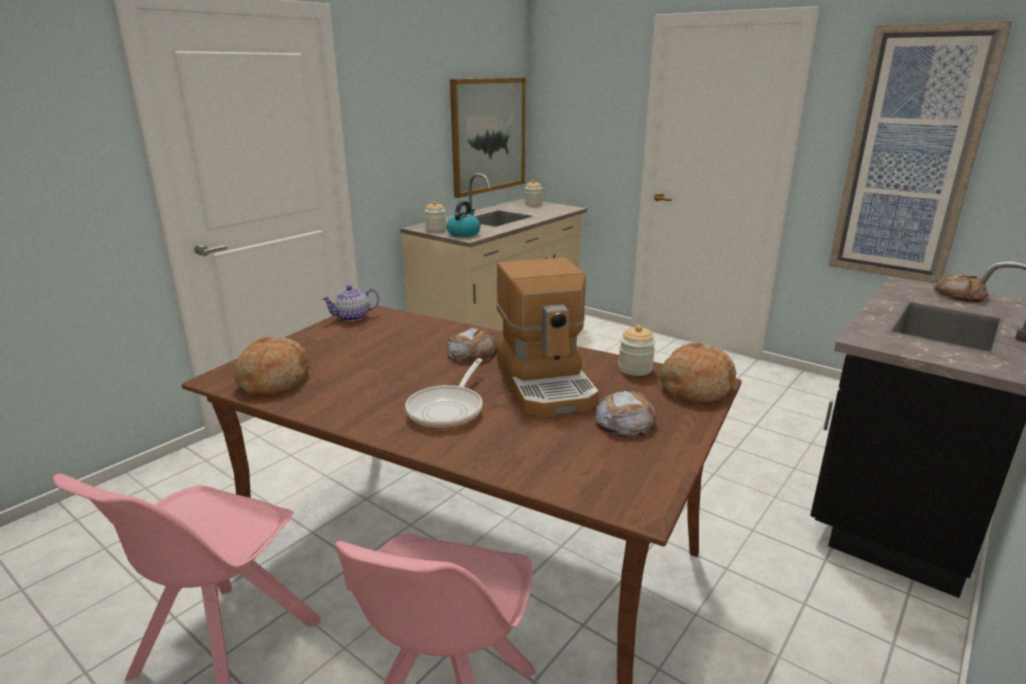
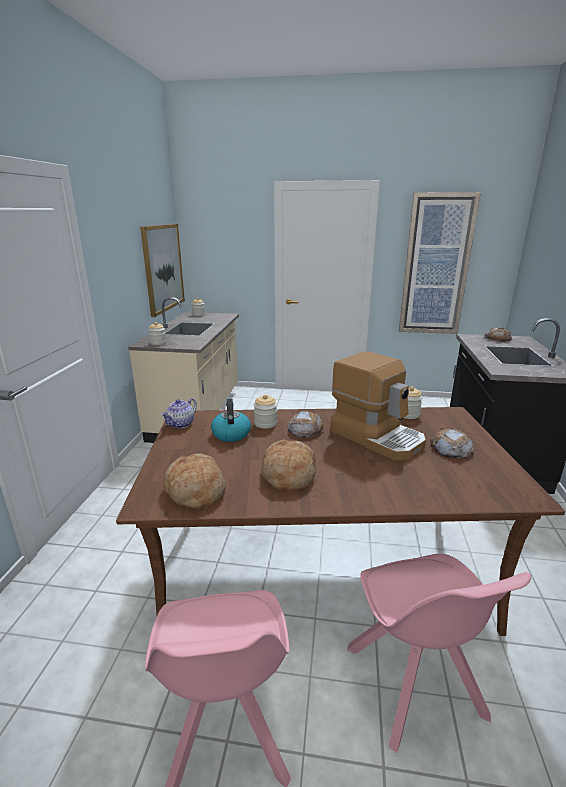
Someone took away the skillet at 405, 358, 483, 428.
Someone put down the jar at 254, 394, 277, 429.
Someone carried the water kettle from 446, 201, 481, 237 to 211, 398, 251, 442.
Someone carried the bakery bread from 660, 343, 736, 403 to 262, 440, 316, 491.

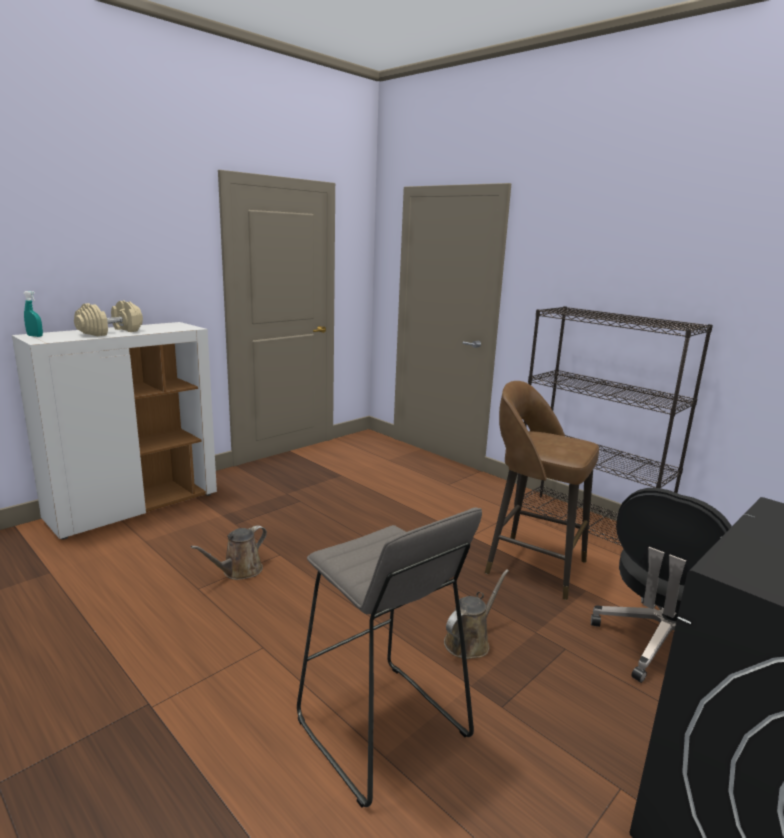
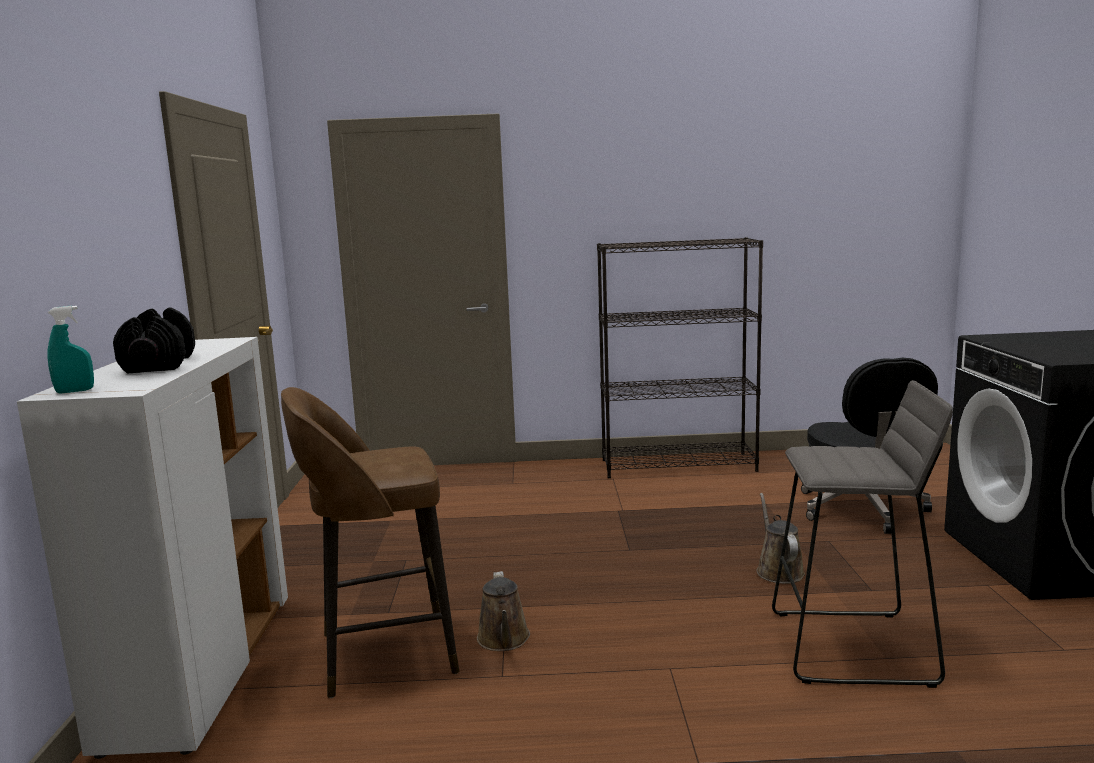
Someone carried the brown-coloured stool seat from 485, 381, 599, 600 to 281, 387, 459, 698.
Someone repainted the sand-coloured hand weight at 74, 301, 143, 336, which became the blackish hand weight at 113, 308, 195, 374.

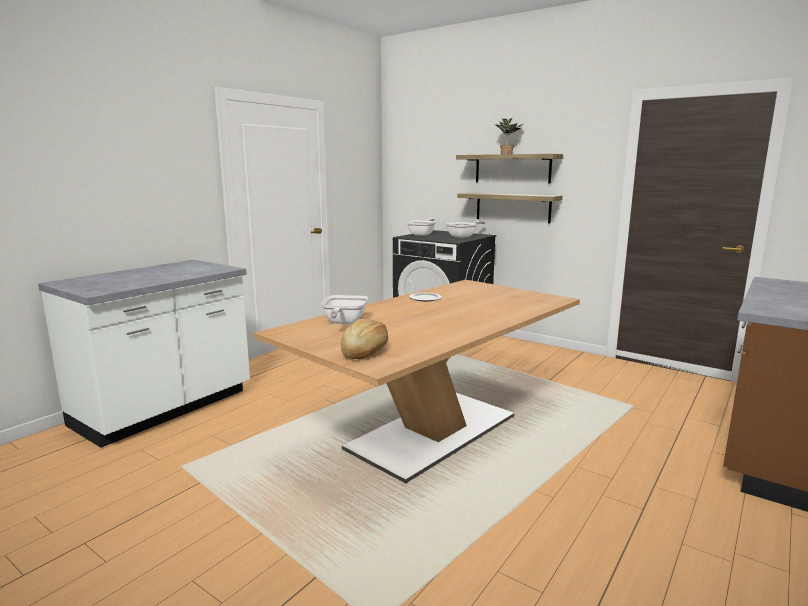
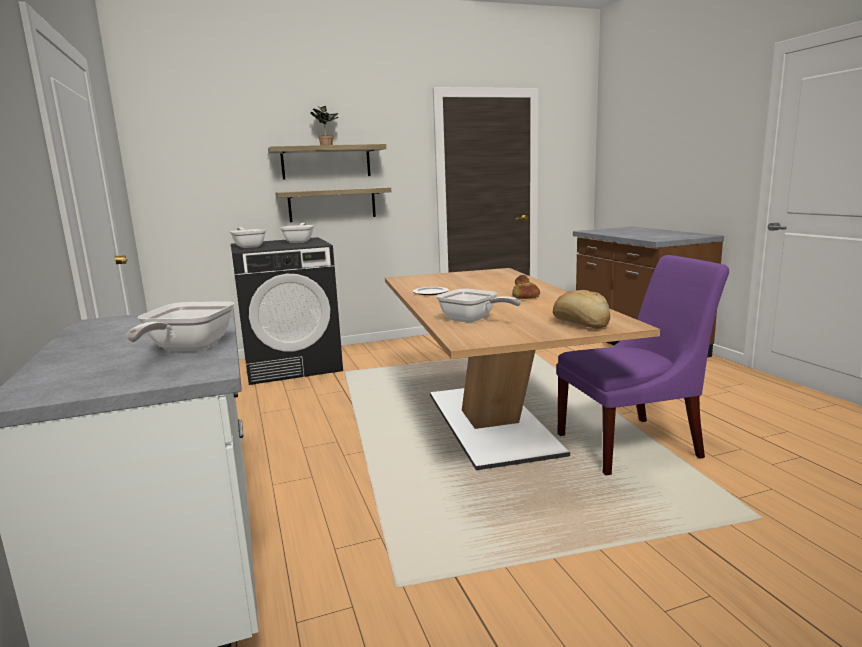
Someone put down the skillet at 126, 301, 234, 351.
Someone put down the bakery bread at 512, 275, 540, 299.
Someone put down the purple-coloured upright chair at 556, 255, 729, 476.

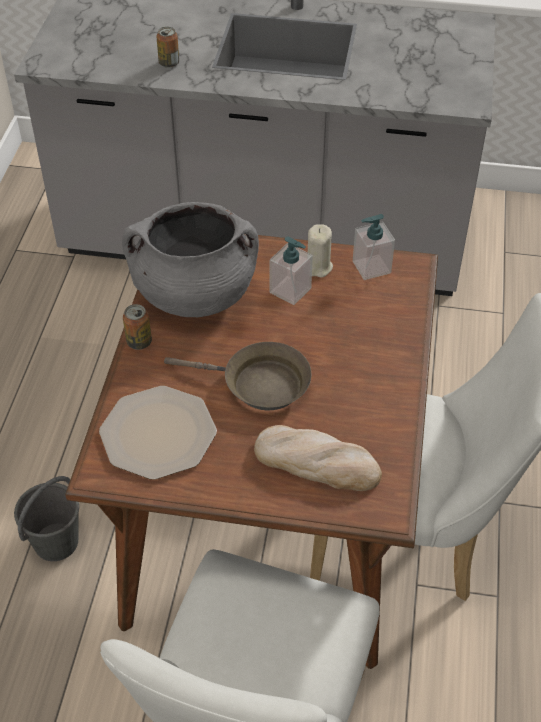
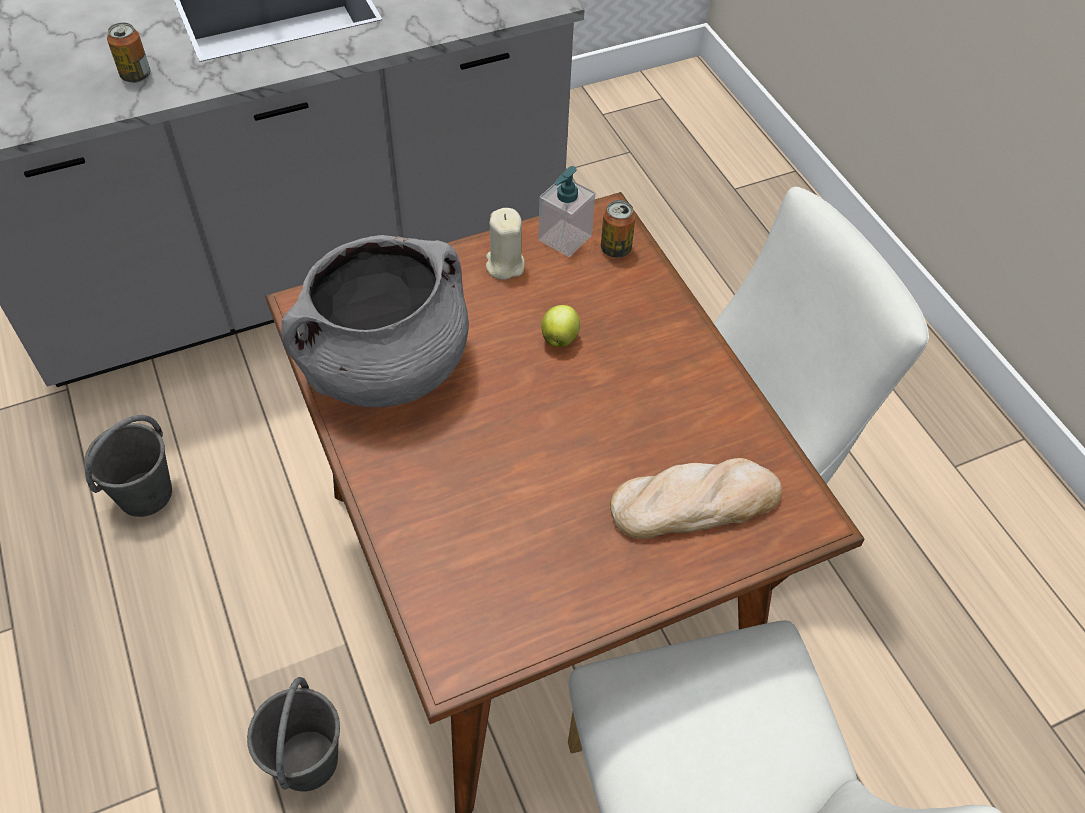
Someone took away the plate at 99, 386, 217, 480.
Someone took away the brown-coloured skillet at 164, 342, 312, 410.
Someone took away the soap bottle at 270, 236, 313, 305.
Someone put down the greyish bucket at 84, 415, 172, 517.
Someone put down the apple at 541, 305, 580, 347.
Someone carried the sealed can from 123, 304, 152, 350 to 601, 200, 636, 258.

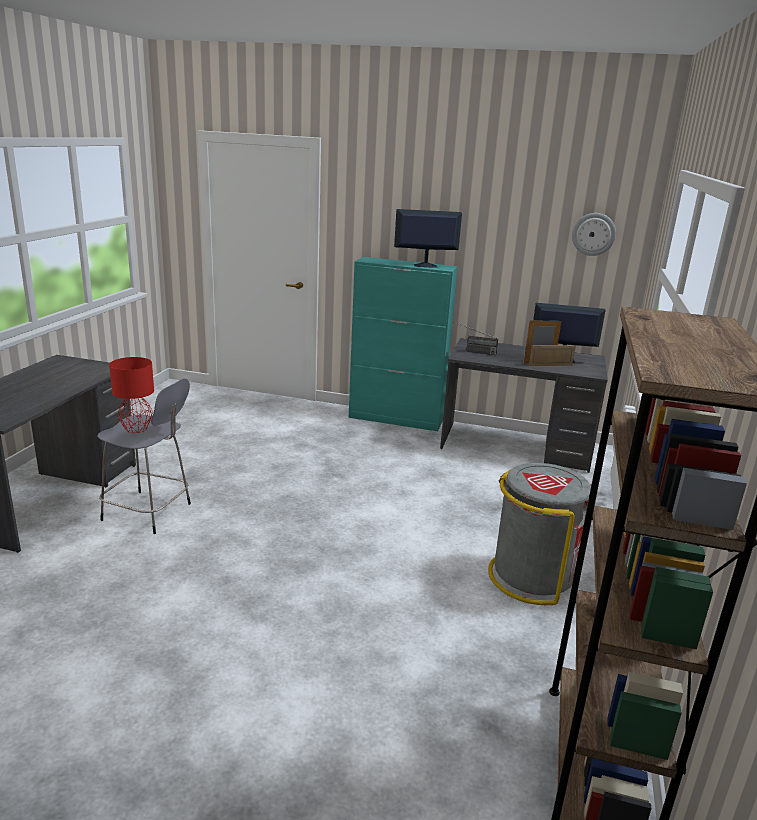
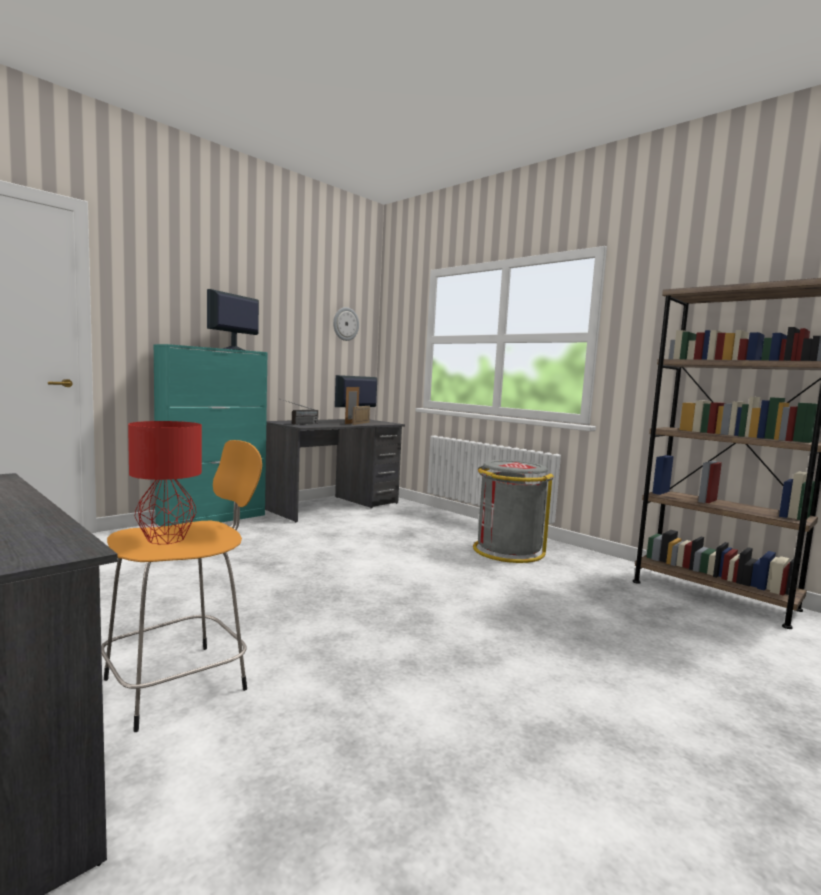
Someone repainted the greyish stool seat at 97, 378, 191, 534, which became the orange-coloured stool seat at 101, 440, 262, 732.

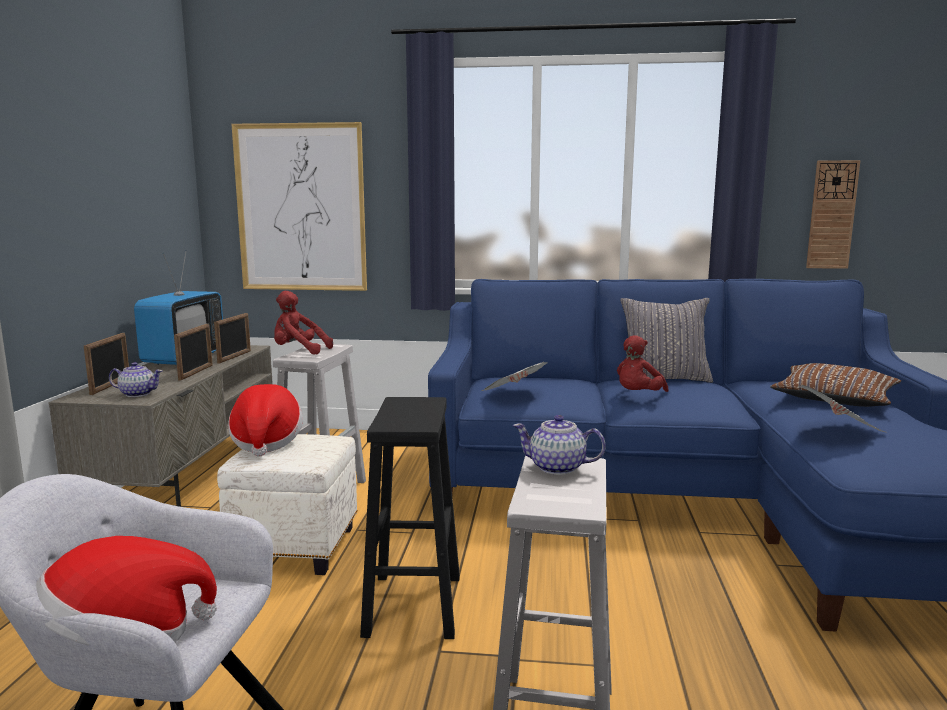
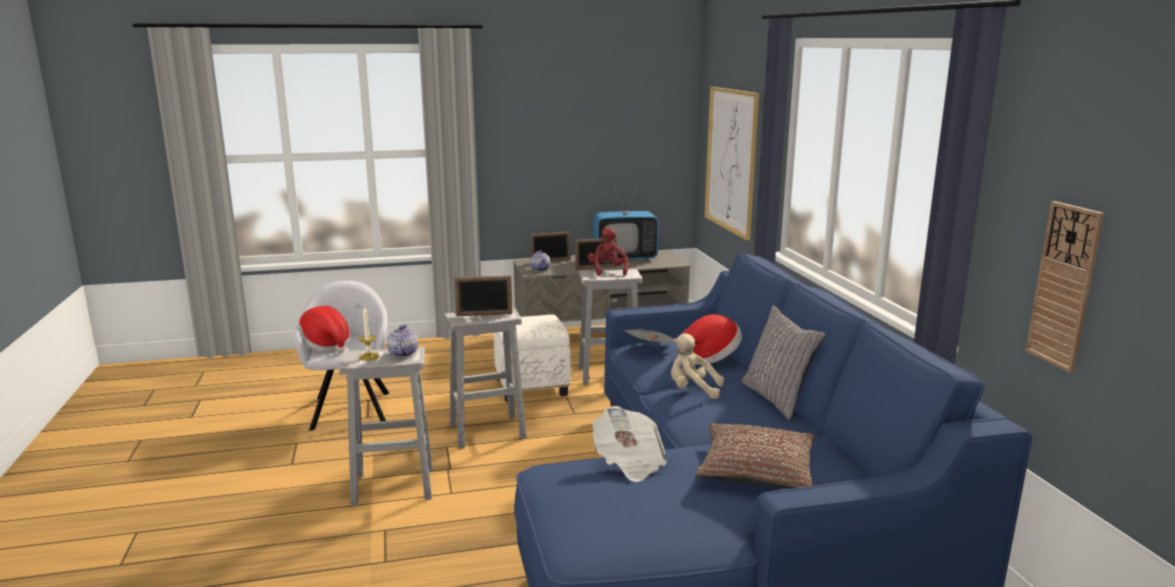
Someone put down the wax candle at 359, 306, 379, 361.
Someone carried the photo frame from 214, 313, 251, 364 to 455, 276, 512, 316.
Someone carried the hat from 228, 384, 303, 456 to 678, 314, 742, 365.
Someone repainted the blackish stool seat at 360, 397, 460, 639, which became the white-coloured stool seat at 445, 307, 527, 449.
Someone repainted the red plush toy at 617, 335, 669, 392, which became the sand-coloured plush toy at 671, 333, 724, 399.

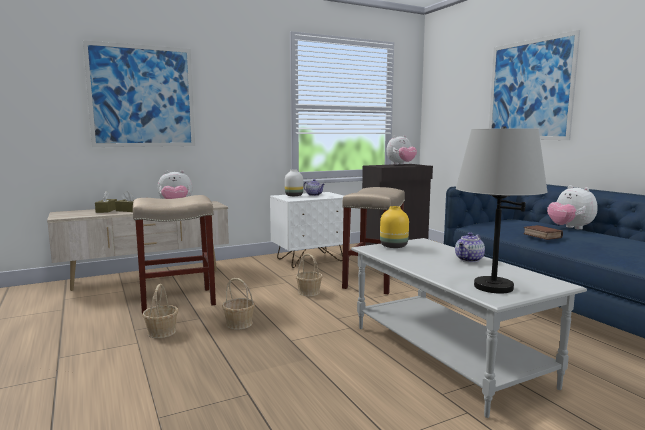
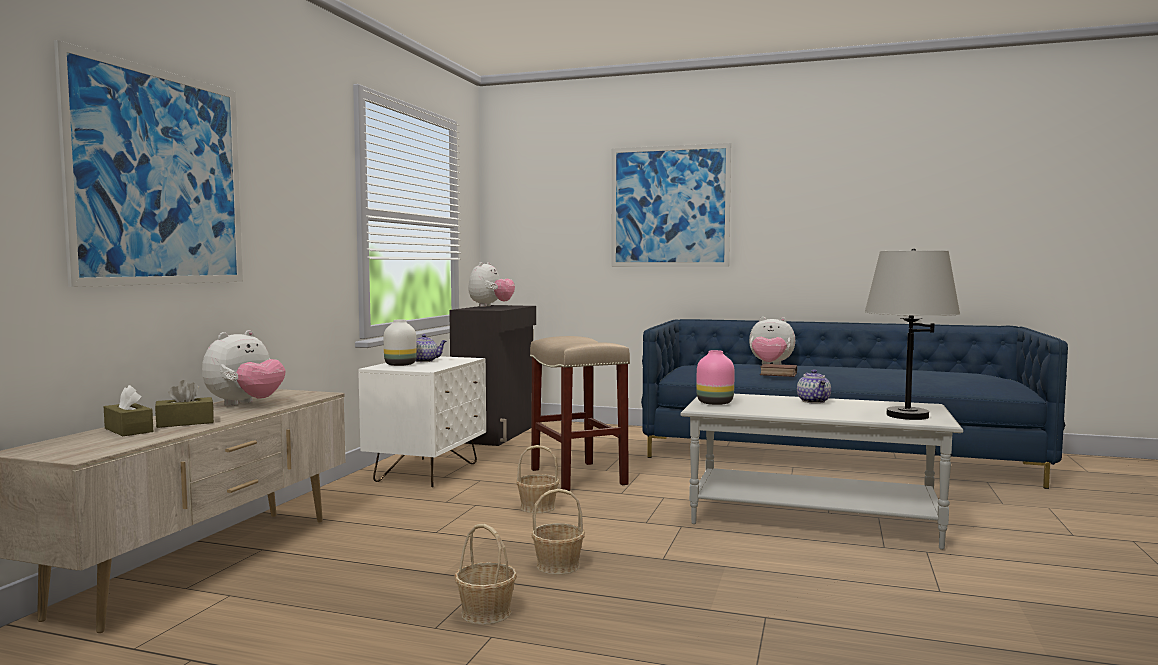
Someone took away the sand-coloured stool seat at 133, 195, 216, 315.
Someone repainted the yellow-coloured flower vase at 380, 206, 409, 248, which became the pinkish flower vase at 696, 350, 735, 405.

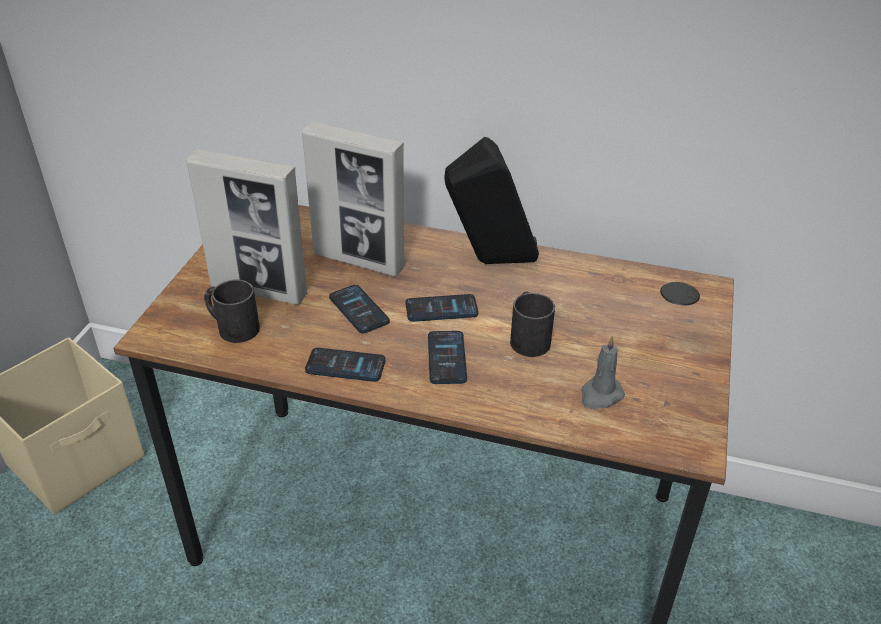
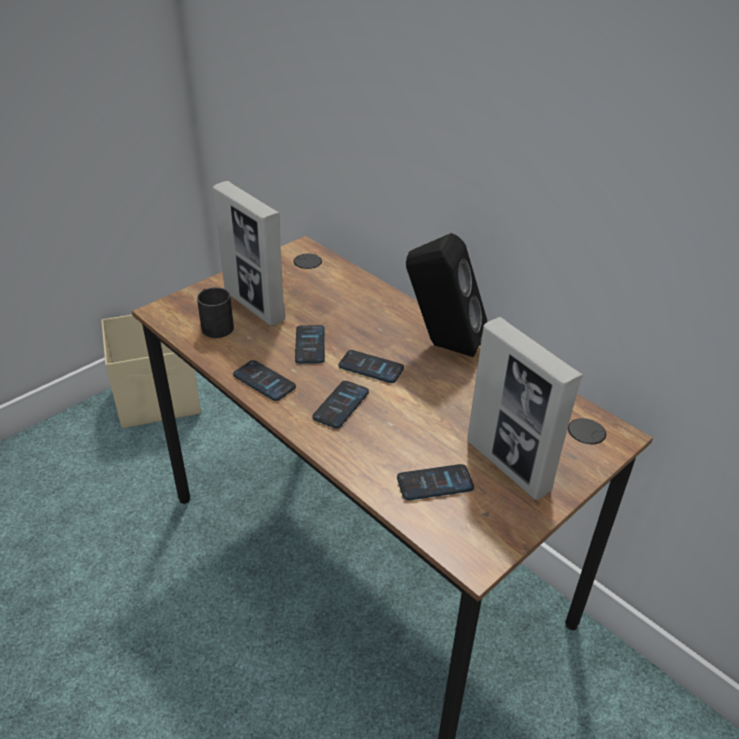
Someone took away the blackish coffee mug at 510, 291, 555, 357.
Someone carried the photo frame from 302, 121, 405, 277 to 467, 317, 583, 500.
Someone swapped the greyish wax candle at 581, 336, 625, 409 for the phone at 397, 464, 474, 500.

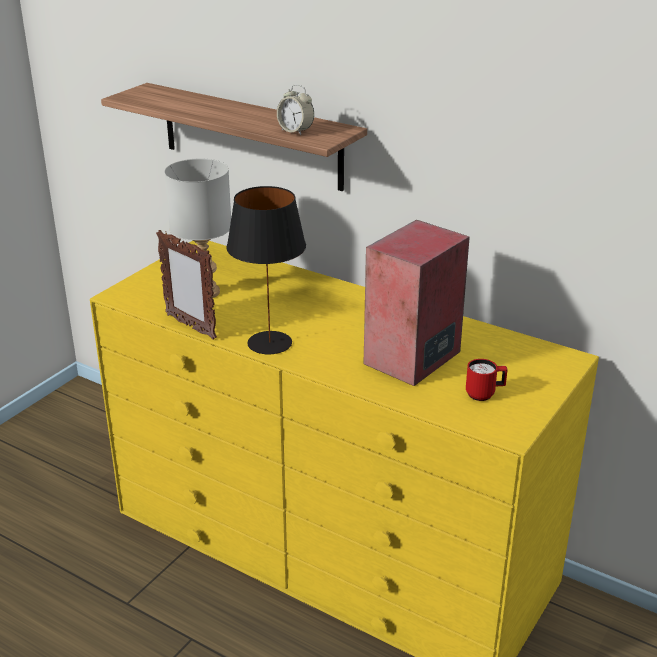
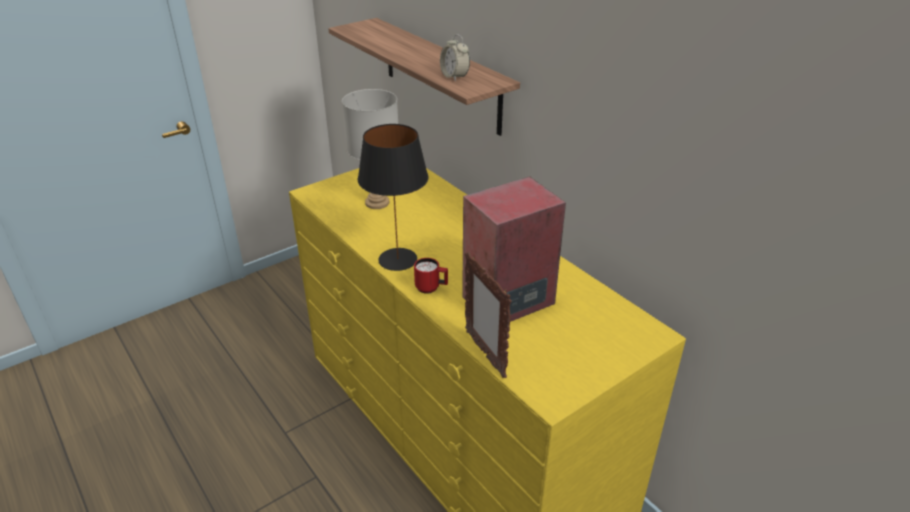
Someone carried the photo frame from 156, 230, 217, 340 to 465, 252, 512, 378.
Someone carried the red coffee mug from 466, 359, 508, 401 to 414, 258, 448, 294.

